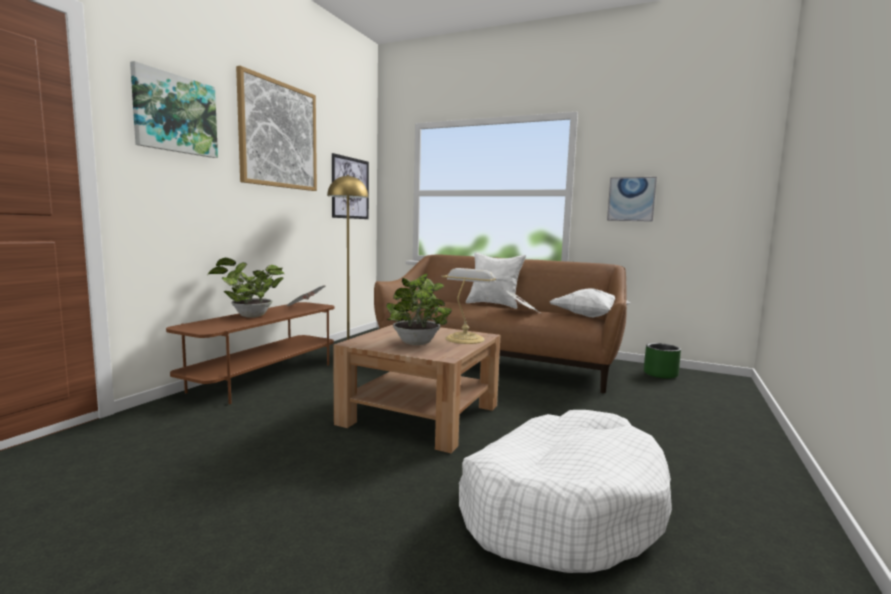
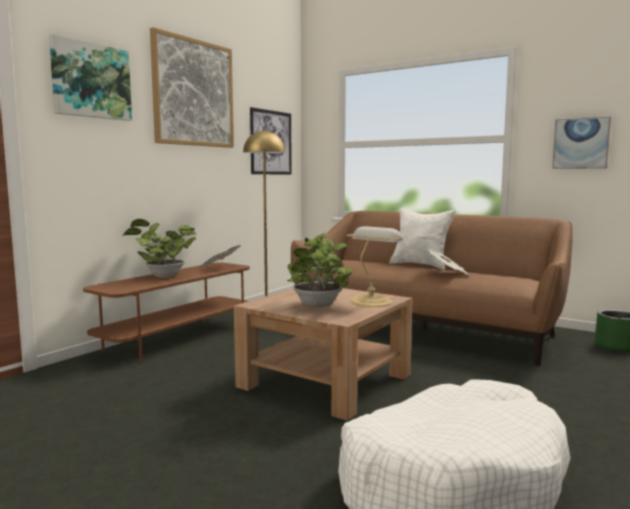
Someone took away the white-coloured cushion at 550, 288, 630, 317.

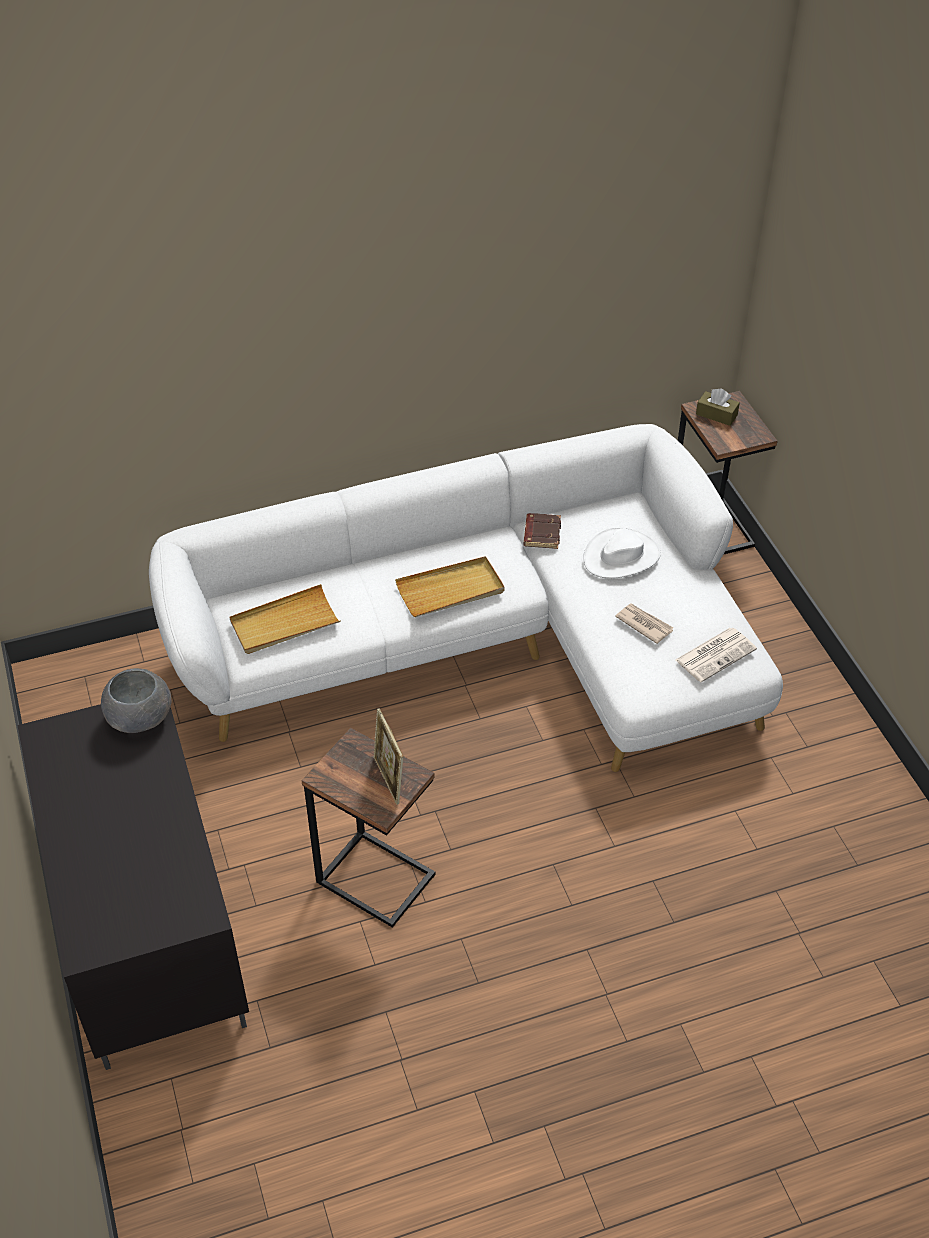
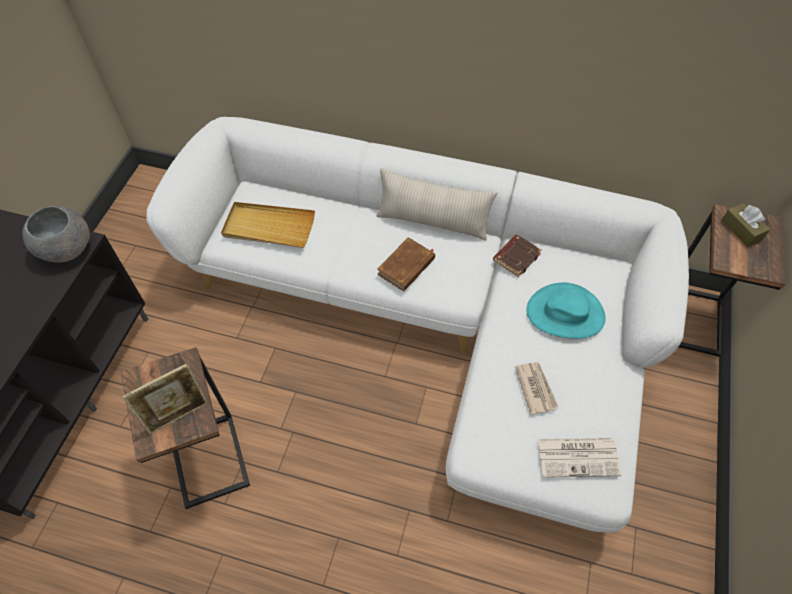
Someone put down the sand-coloured cushion at 376, 168, 497, 241.
Someone swapped the sand-coloured carrying tray at 395, 556, 505, 617 for the brown-coloured volume at 377, 237, 435, 291.
Someone repainted the white-coloured hat at 583, 527, 661, 579, which became the blue-green hat at 527, 282, 605, 339.
Someone rotated the photo frame at 374, 708, 403, 805 by 135 degrees counterclockwise.

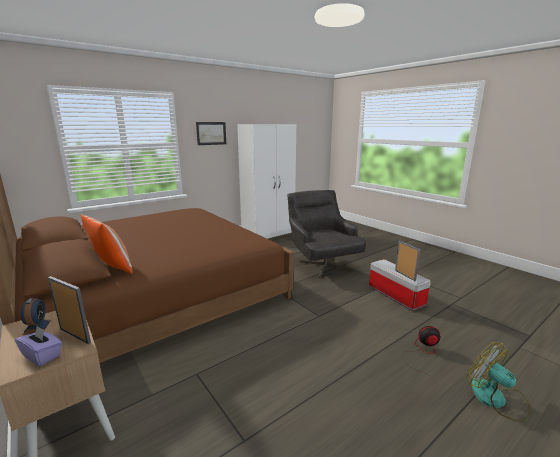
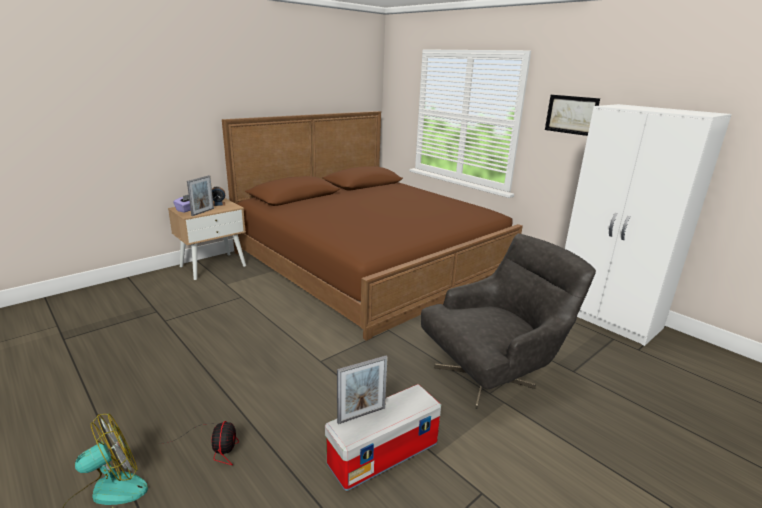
Someone took away the cushion at 81, 214, 133, 274.

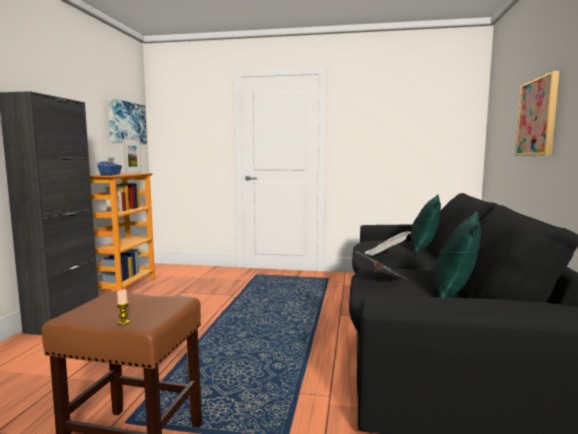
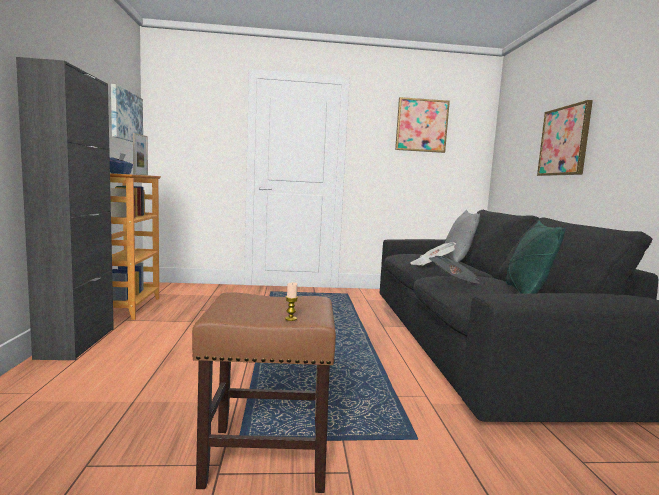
Someone put up the wall picture at 395, 97, 450, 153.
Someone repainted the greenish cushion at 411, 195, 441, 253, which became the greyish cushion at 445, 210, 480, 262.

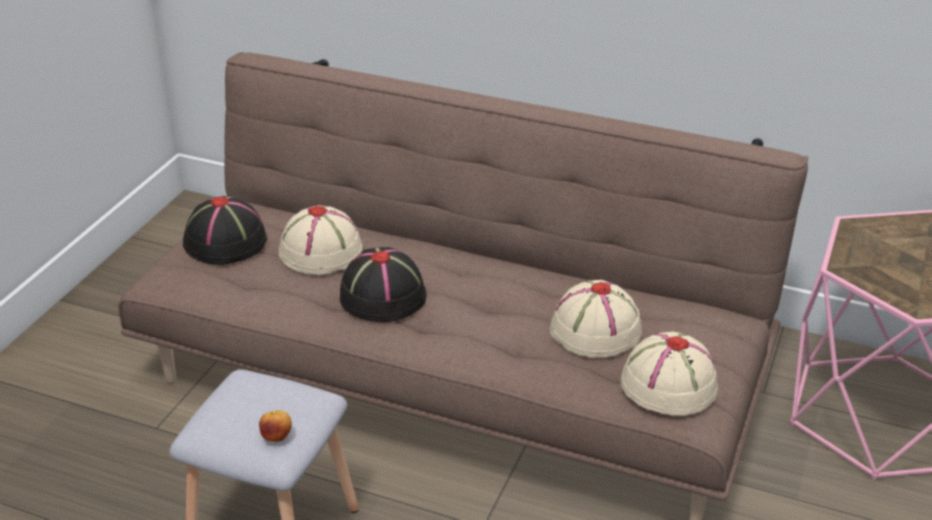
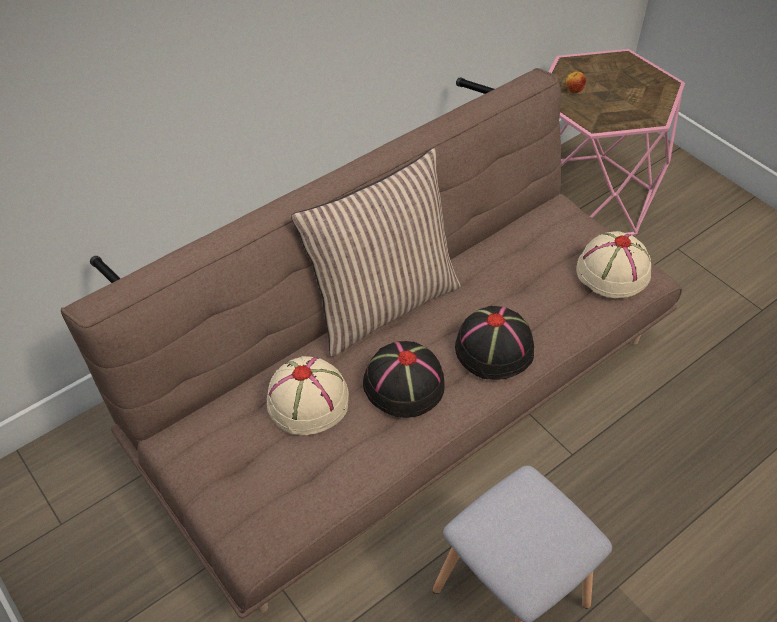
Someone took away the sand-coloured hat at 550, 280, 642, 358.
Someone put down the cushion at 291, 148, 461, 357.
Someone carried the blackish hat from 183, 196, 267, 265 to 455, 306, 534, 380.
Someone carried the apple from 259, 410, 292, 442 to 565, 72, 586, 93.

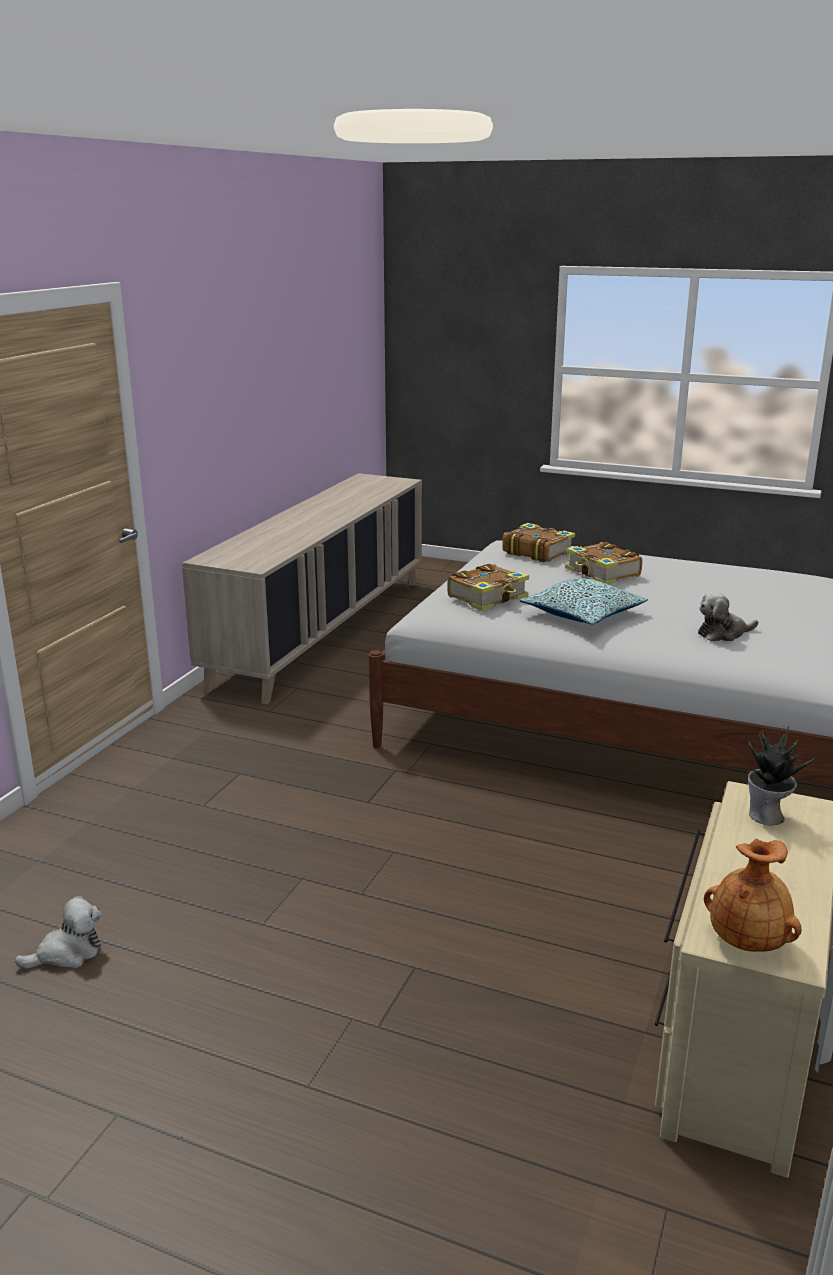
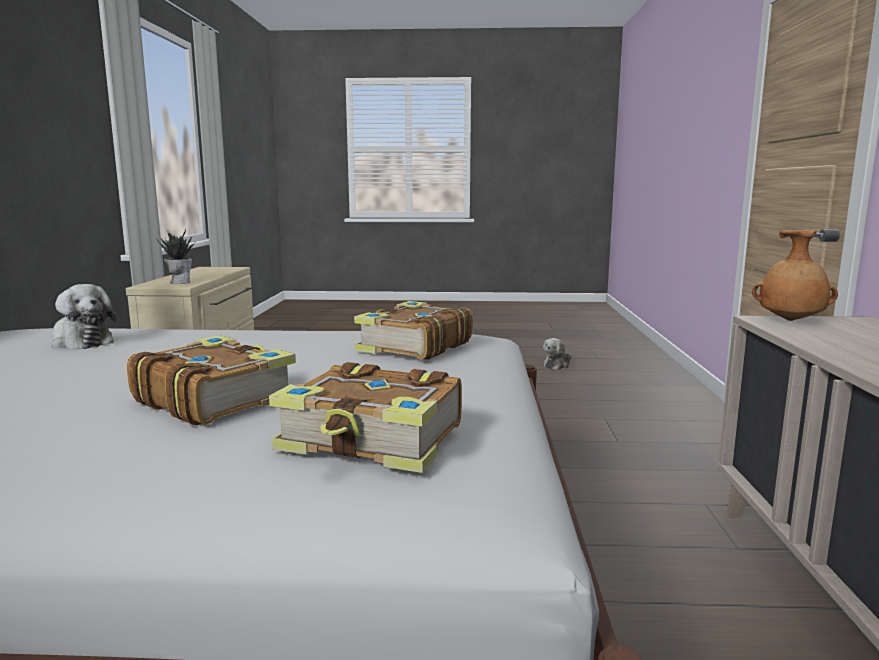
Someone took away the cushion at 520, 578, 648, 624.
Someone carried the brown-coloured flower vase from 704, 839, 802, 952 to 752, 230, 838, 321.
Someone rotated the plush toy at 698, 592, 758, 641 by 75 degrees clockwise.

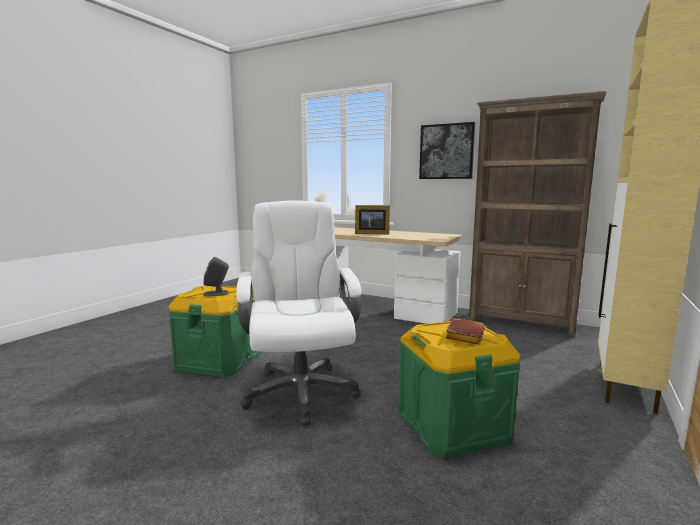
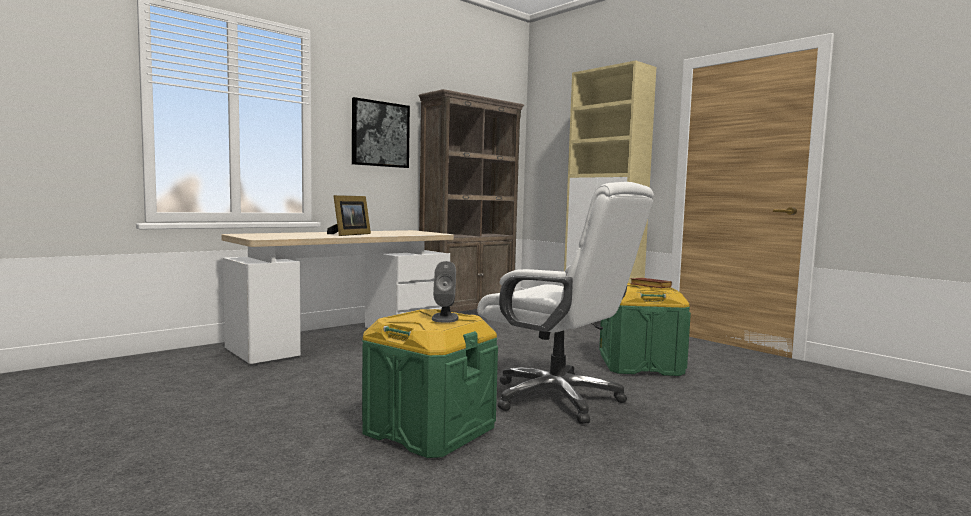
Someone rotated the white-coloured computer chair at 236, 200, 361, 426 by 150 degrees counterclockwise.

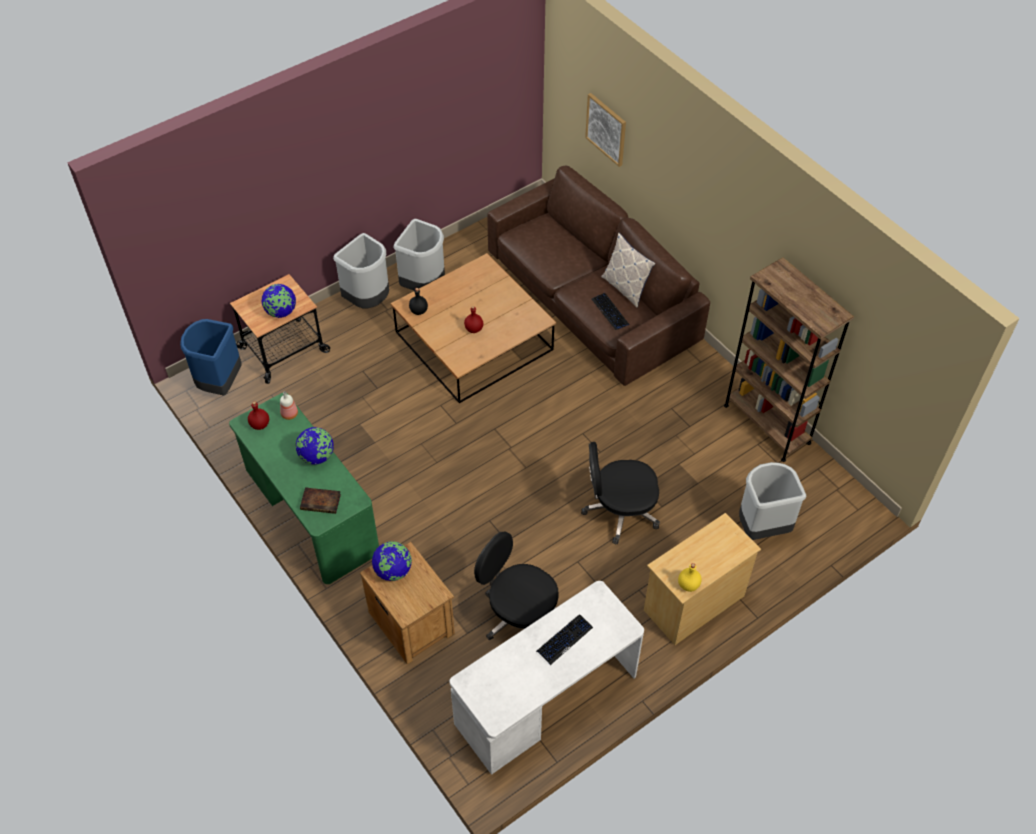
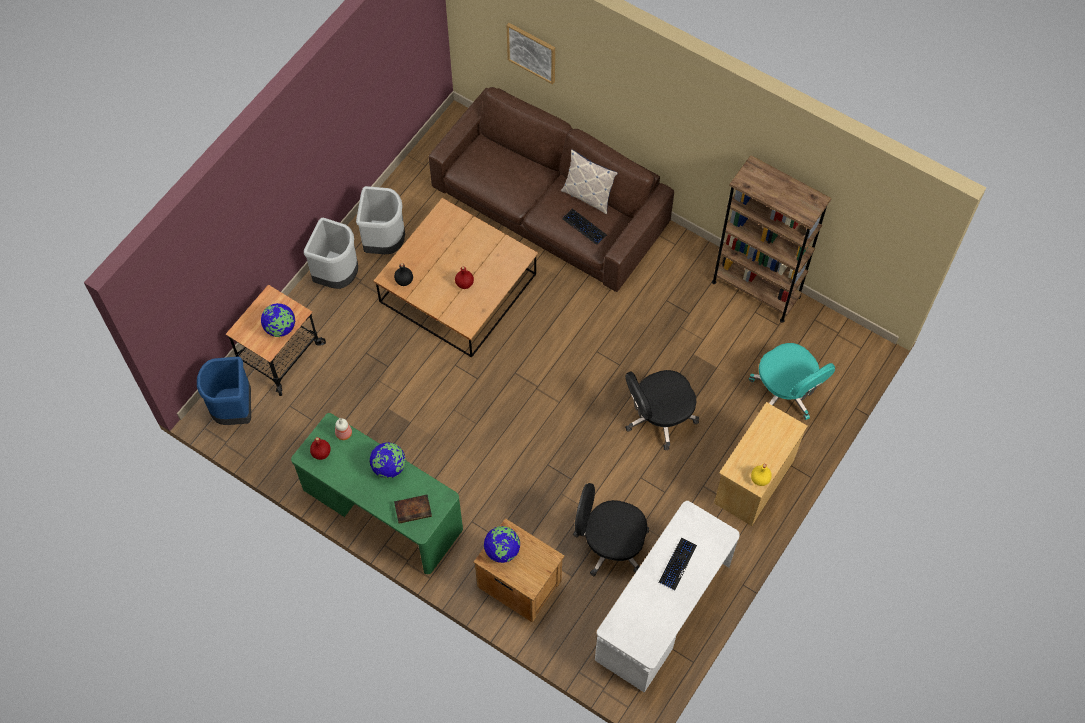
Someone swapped the greyish waste bin at 739, 462, 806, 540 for the blue-green computer chair at 749, 343, 835, 420.

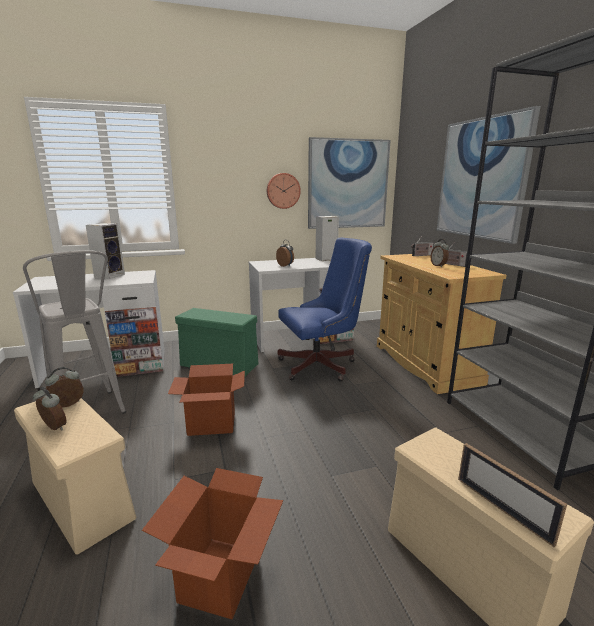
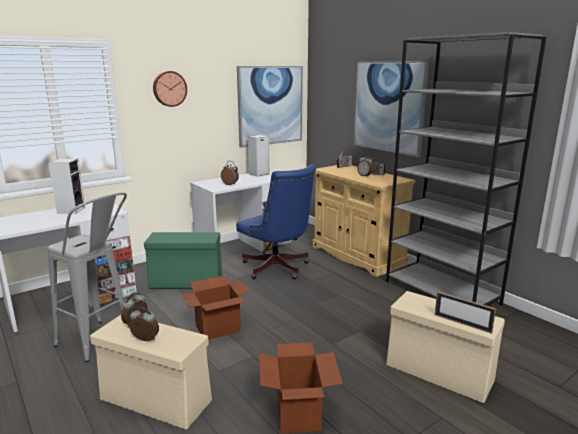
Someone carried the clock on the wall from 267, 173, 301, 209 to 153, 71, 187, 107.
Someone rotated the blue-coloured computer chair at 278, 237, 372, 382 by 90 degrees clockwise.

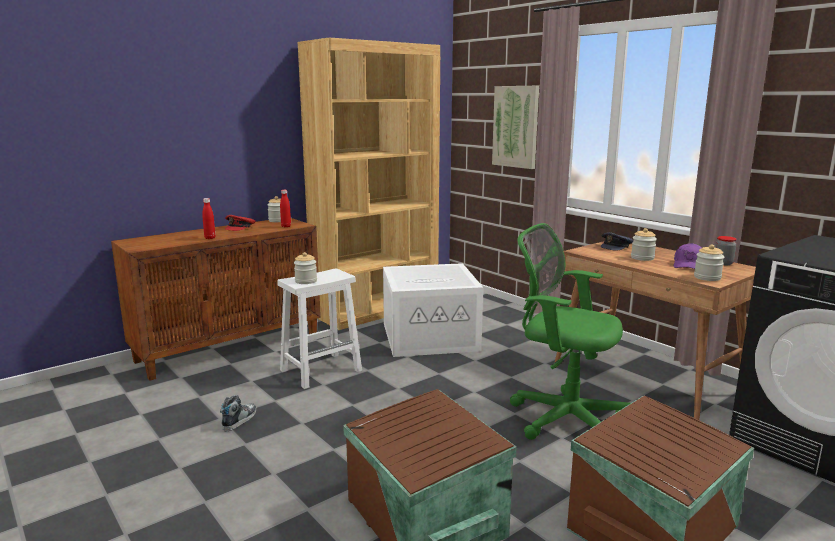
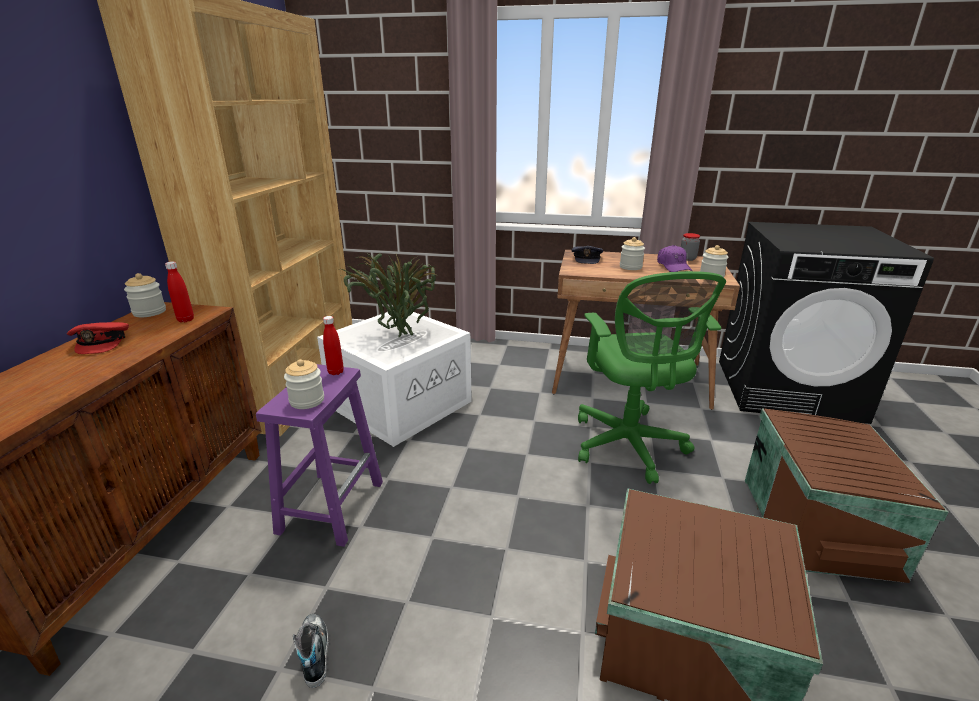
Someone took away the wall picture at 492, 86, 539, 169.
Someone put down the houseplant at 341, 253, 439, 337.
Someone carried the red drink bottle from 202, 198, 216, 239 to 323, 316, 344, 375.
Someone repainted the white-coloured stool seat at 277, 268, 362, 389, which became the purple-coloured stool seat at 256, 364, 383, 547.
Someone rotated the greenish computer chair at 510, 223, 630, 440 by 90 degrees counterclockwise.

